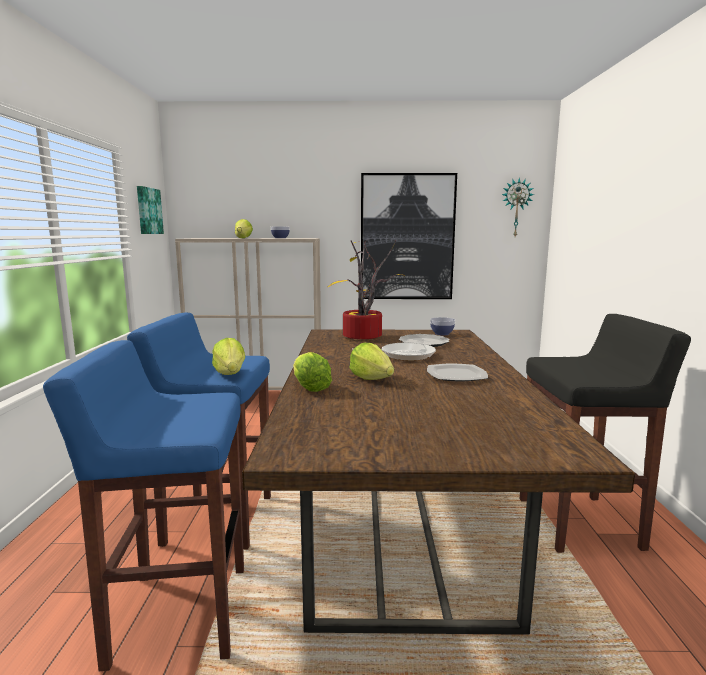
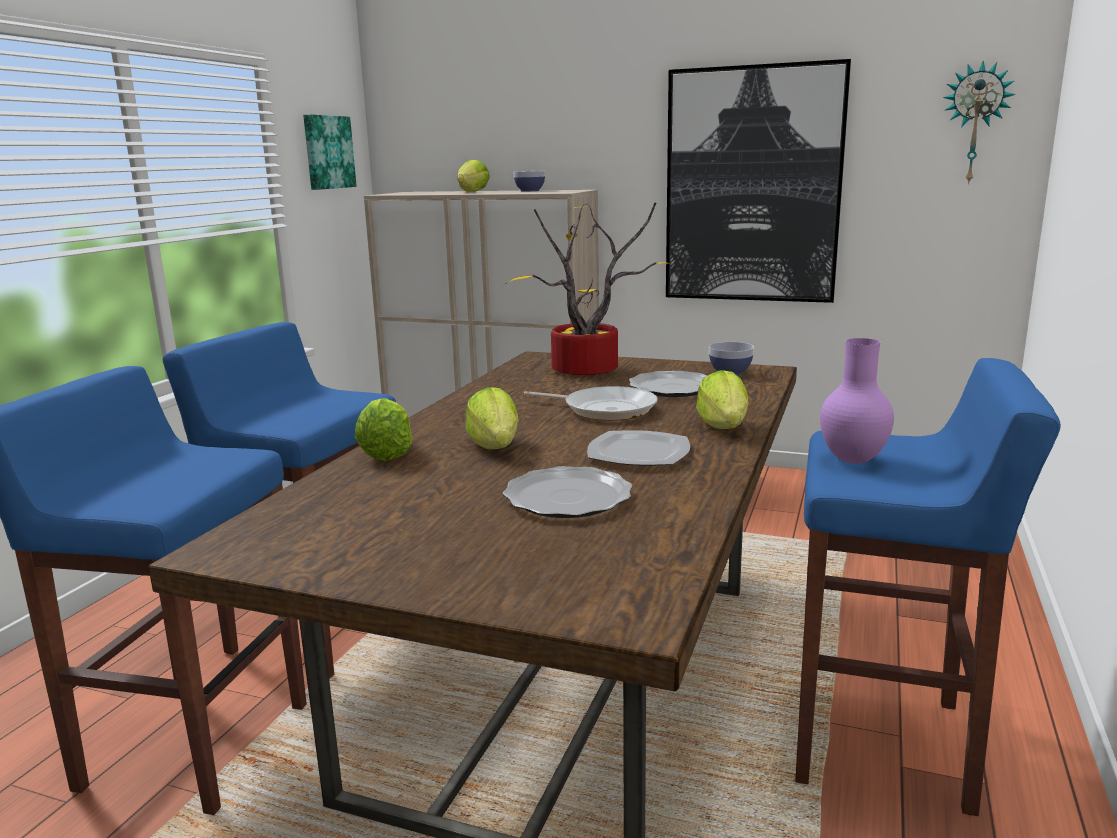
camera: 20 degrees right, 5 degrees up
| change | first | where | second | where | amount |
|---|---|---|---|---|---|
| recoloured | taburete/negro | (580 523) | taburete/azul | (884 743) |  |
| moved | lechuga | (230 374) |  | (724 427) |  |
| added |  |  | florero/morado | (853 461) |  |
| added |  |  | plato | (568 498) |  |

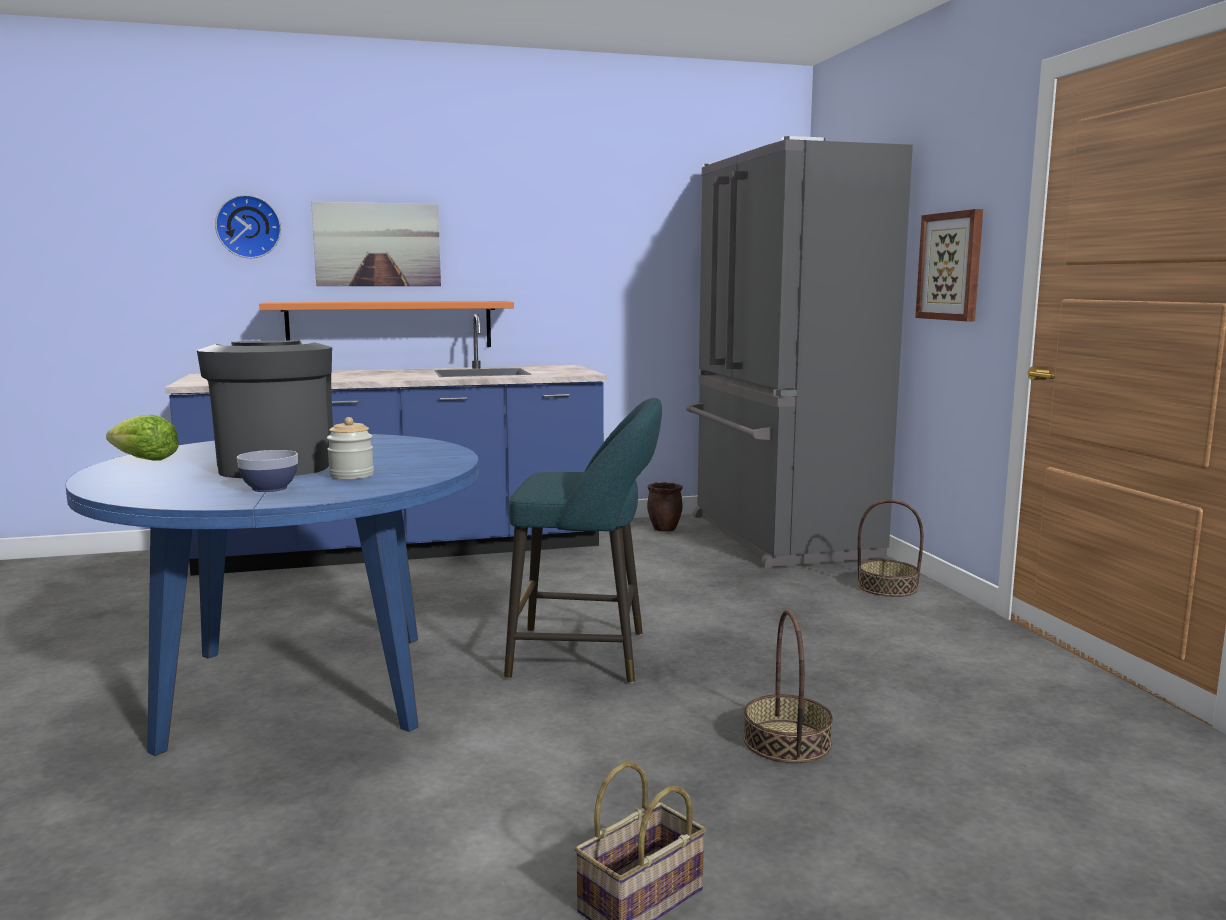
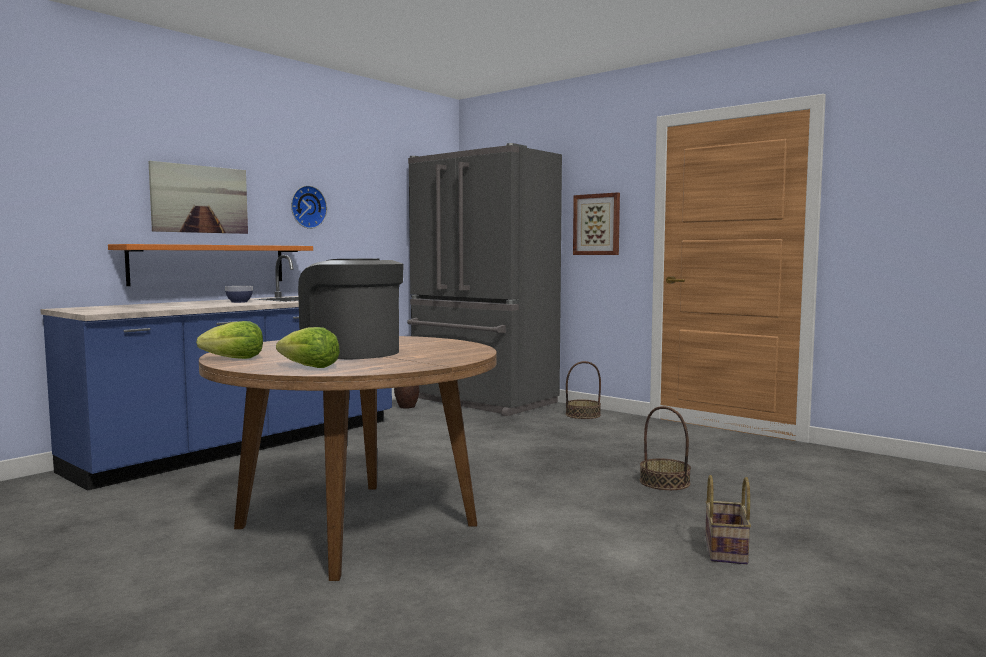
camera: 35 degrees left, 5 degrees down
| change | first | where | second | where | amount |
|---|---|---|---|---|---|
| moved | reloj de pared | (249 227) |  | (307 207) |  |
| removed | taburete/turquesa | (587 655) |  |  |  |
| removed | tarro | (351 475) |  |  |  |
| recoloured | mesa de comedor/azul | (300 688) | mesa de comedor/marrón | (356 526) |  |
| moved | cuenco | (269 488) |  | (239 302) |  |
| added |  |  | lechuga | (310 367) |  |

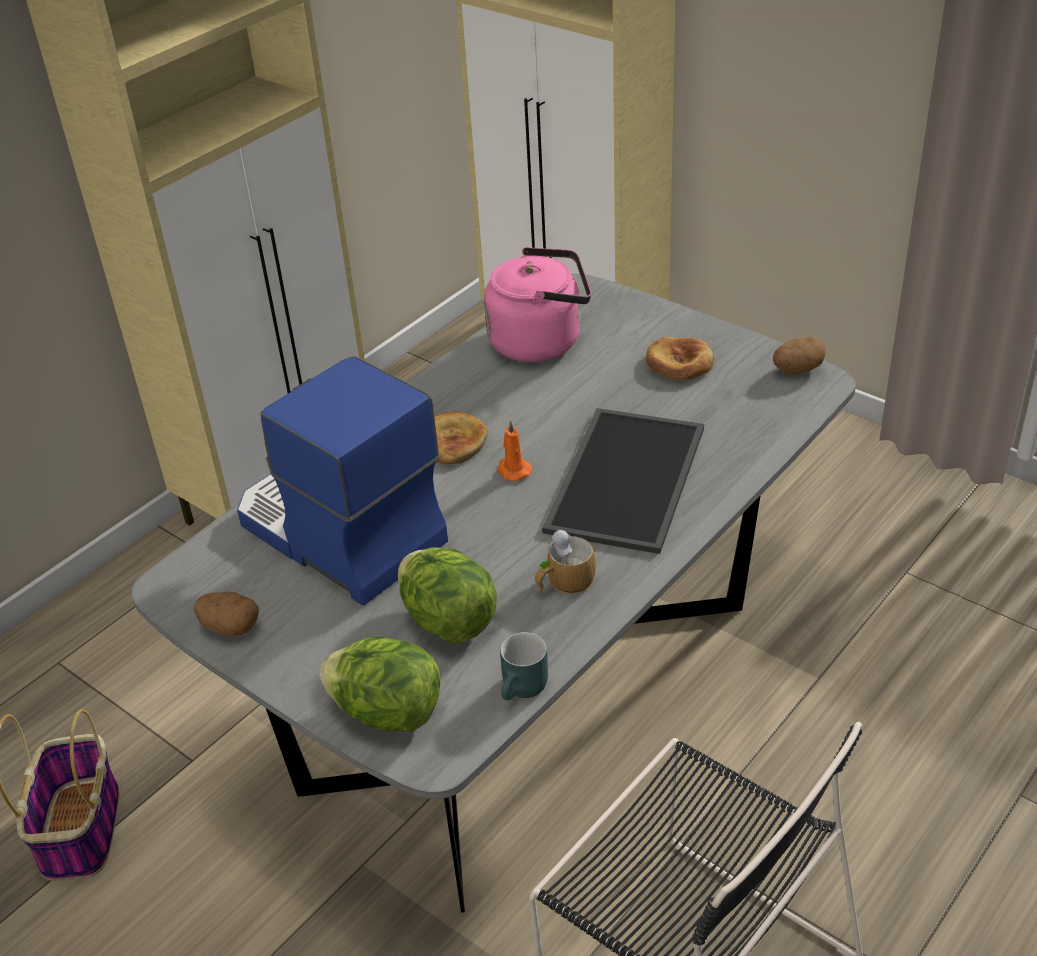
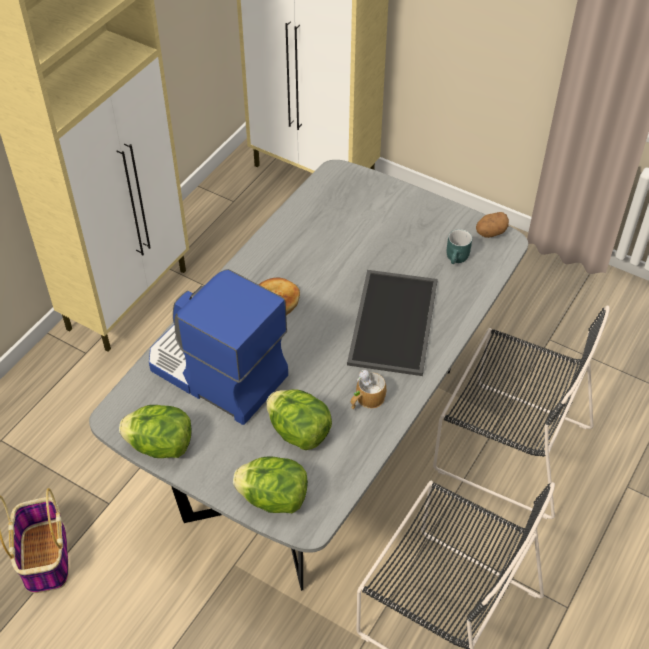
camera: 10 degrees left, 10 degrees up
| change | first | where | second | where | amount |
|---|---|---|---|---|---|
| removed | hervidor/rosa | (541 341) |  |  |  |
| removed | pan | (679 363) |  |  |  |
| removed | vela/naranja | (513 470) |  |  |  |
| replaced | patata | (230 627) | lechuga | (161 446) |  |
| moved | taza grande/turquesa | (525 690) |  | (458 259) |  |
| added |  |  | silla/negro | (508 446) |  |

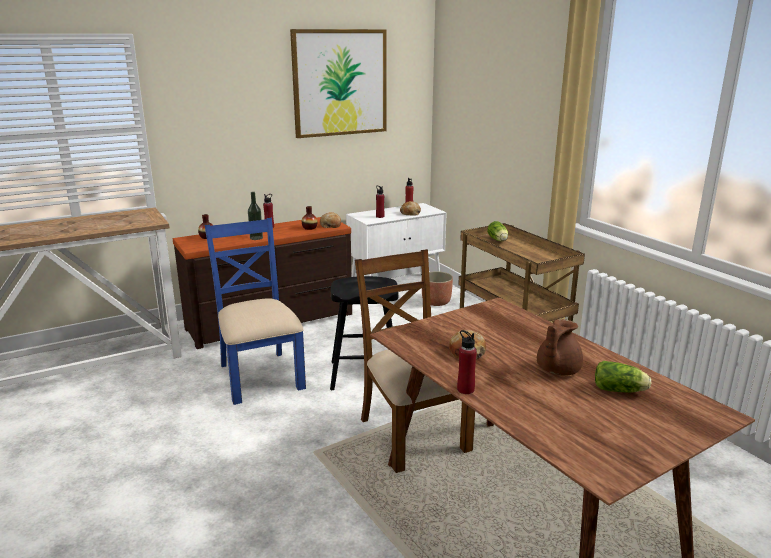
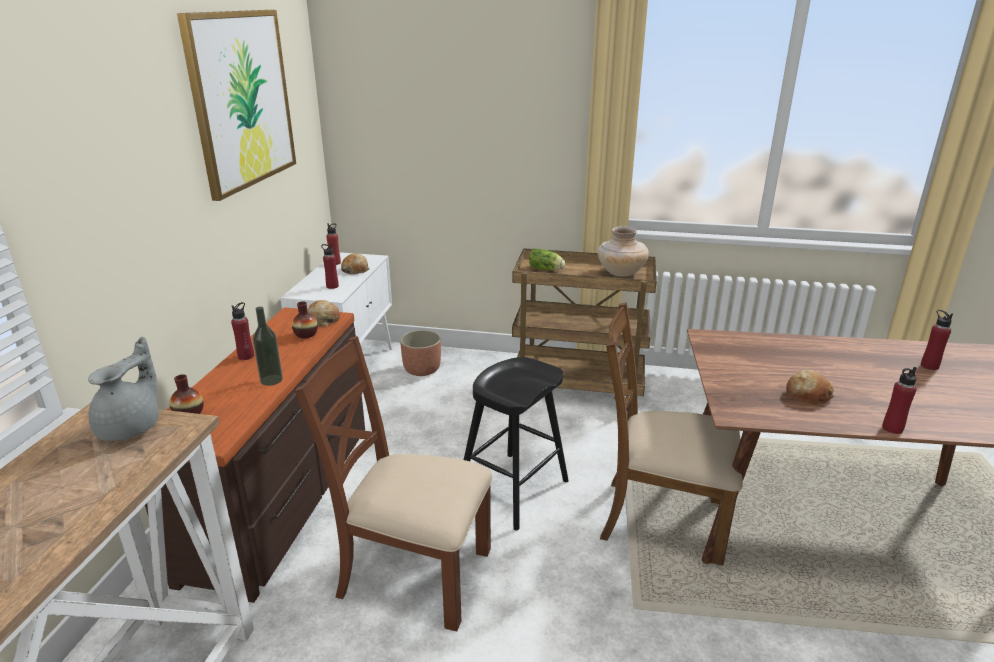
camera: 50 degrees left, 5 degrees up
| change | first | where | second | where | amount |
|---|---|---|---|---|---|
| recoloured | silla/azul | (260 376) | silla/marrón | (413 572) |  |
| removed | tetera/marrón | (556 369) |  |  |  |
| replaced | lechuga | (620 390) | botella/rojo | (929 366) |  |
| added |  |  | florero/beis | (621 273) |  |
| added |  |  | tetera/gris | (132 427) |  |

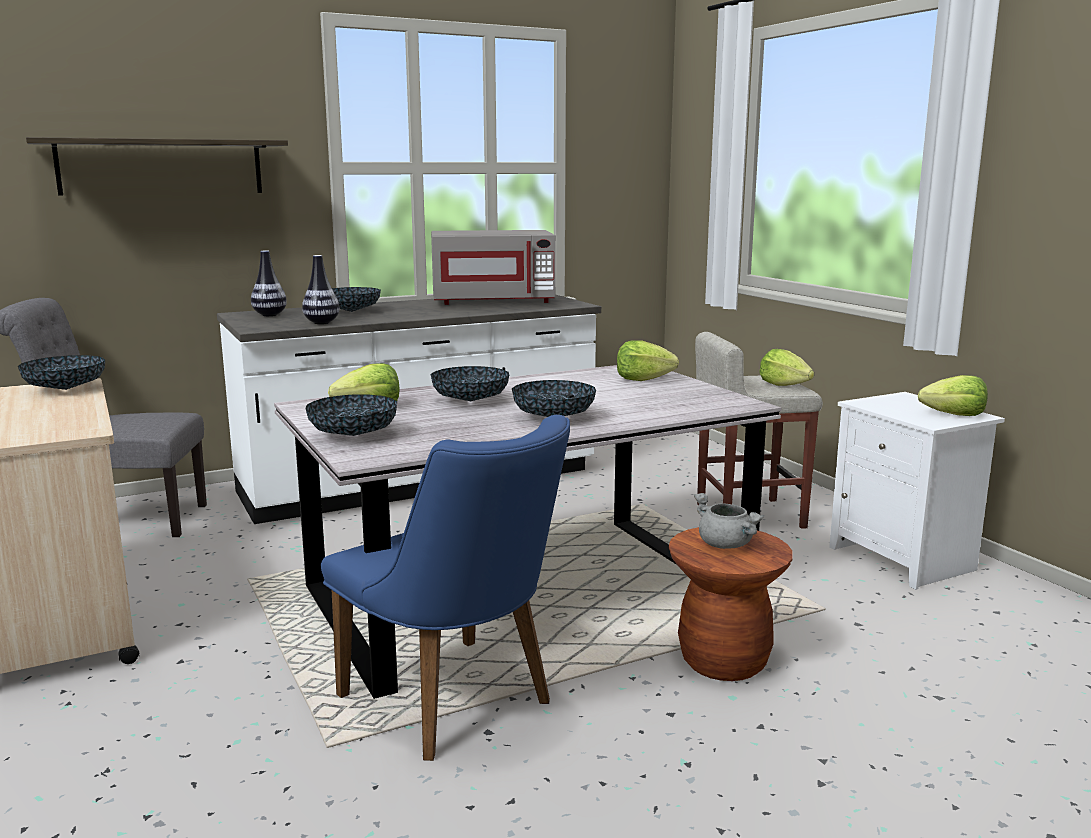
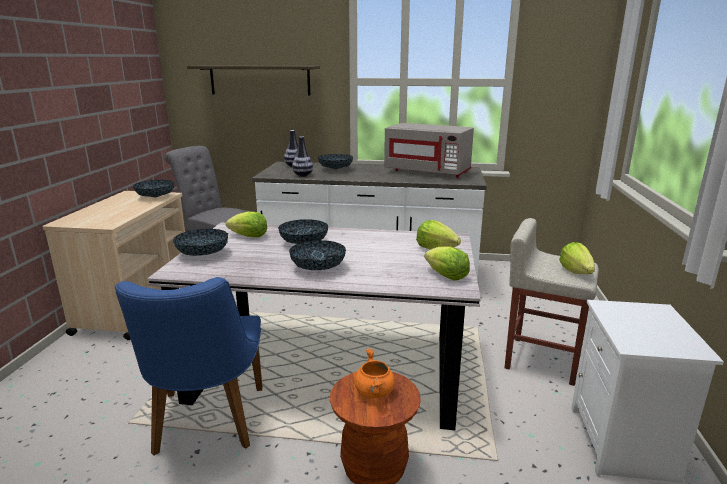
camera: 35 degrees right, 5 degrees up
| change | first | where | second | where | amount |
|---|---|---|---|---|---|
| moved | lechuga | (954 415) |  | (446 276) |  |
| recoloured | olla/gris | (726 545) | olla/naranja | (375 392) |  |

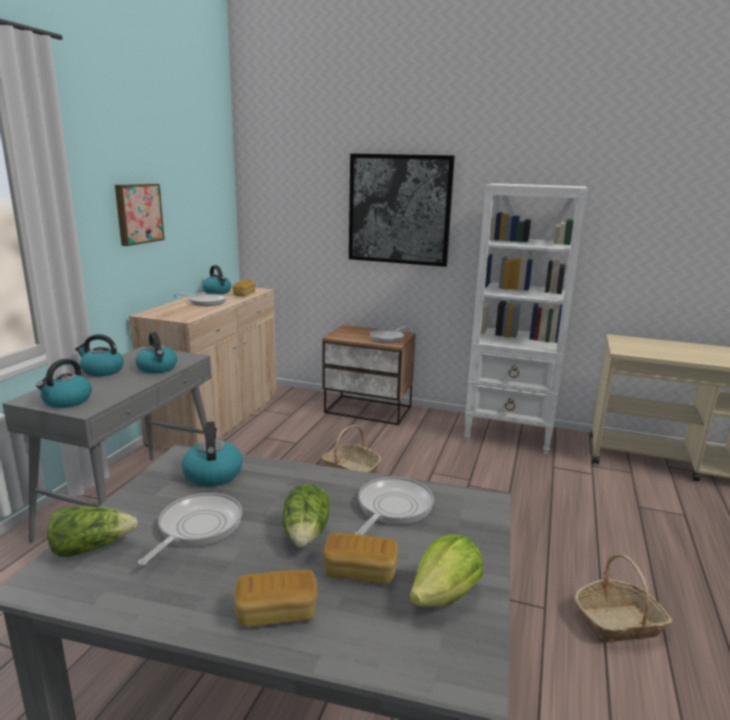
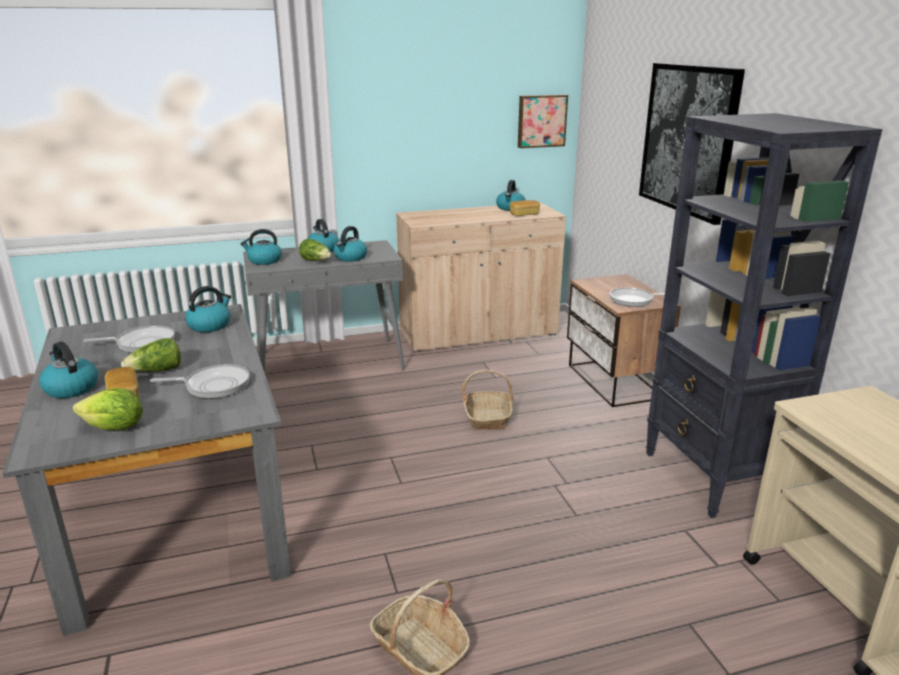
camera: 55 degrees right, 5 degrees up
| change | first | where | second | where | amount |
|---|---|---|---|---|---|
| recoloured | estantería/blanco | (509 434) | estantería/negro | (714 477) |  |
| moved | cuadro | (138 213) |  | (541 121) |  |
| removed | sartén | (205 302) |  |  |  |
| moved | lechuga | (91 547) |  | (316 261) |  |
| replaced | pan | (276 613) | hervidor | (71 388) |  |

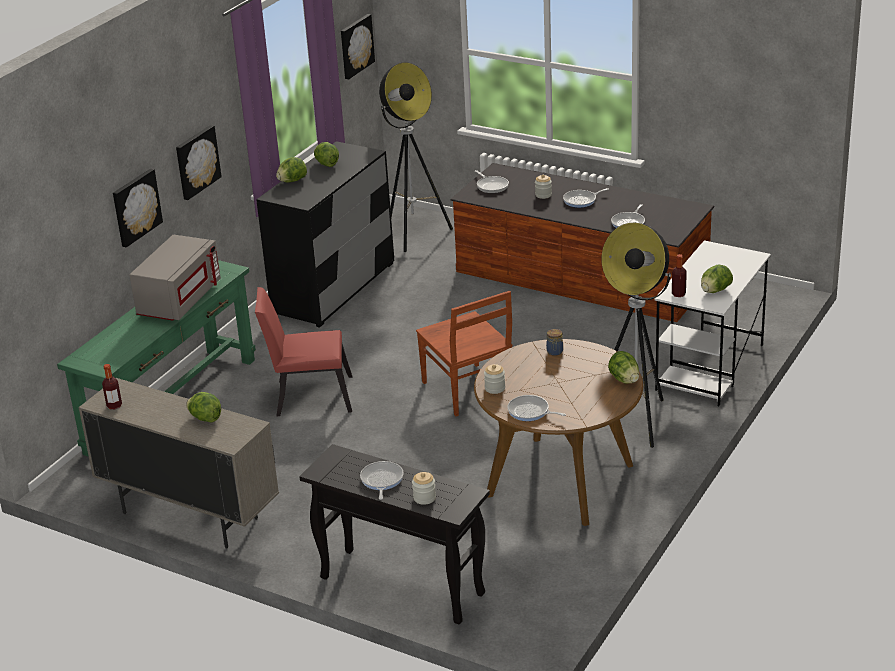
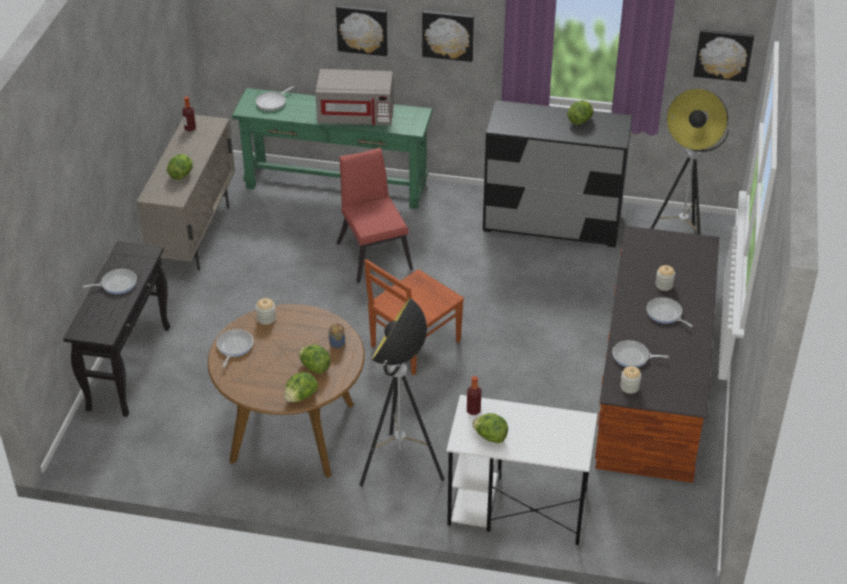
camera: 70 degrees right, 10 degrees up
| change | first | where | second | where | amount |
|---|---|---|---|---|---|
| moved | lechuga | (292 181) |  | (314 367) |  |
| moved | sartén | (491 186) |  | (272 102) |  |
| moved | tarro | (424 498) |  | (629 387) |  |

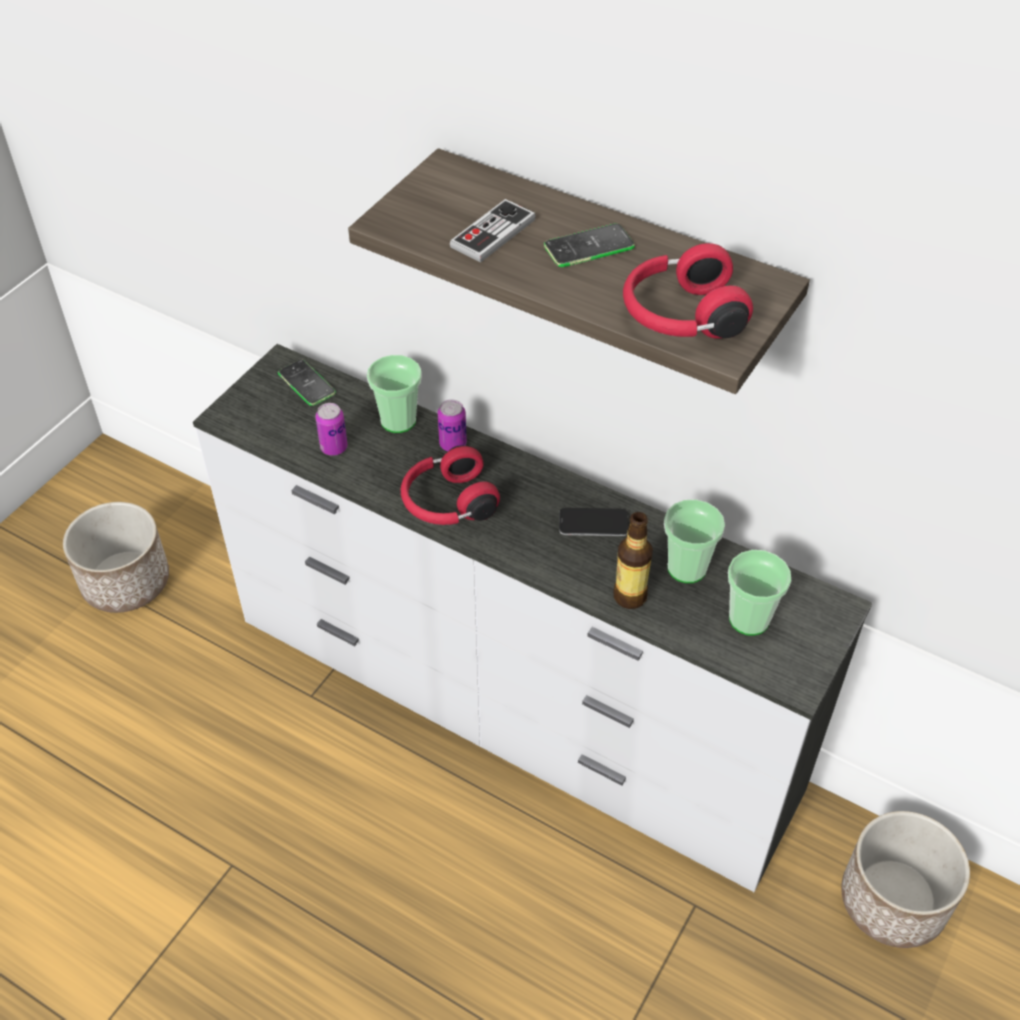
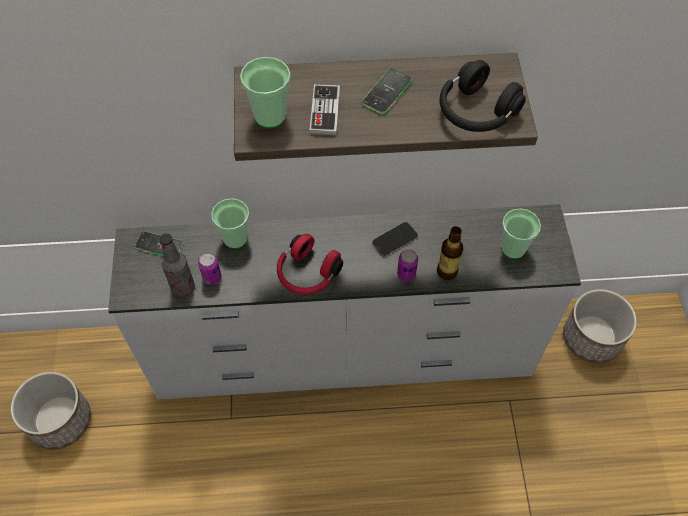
camera: 35 degrees left, 10 degrees up
| change | first | where | second | where | amount |
|---|---|---|---|---|---|
| recoloured | auriculares/rojo | (680 316) | auriculares/negro | (475 112) |  |
| moved | lata | (453 444) |  | (406 274) |  |
| moved | taza | (687 568) |  | (270 116) |  |
| added |  |  | botella | (183 288) |  |

